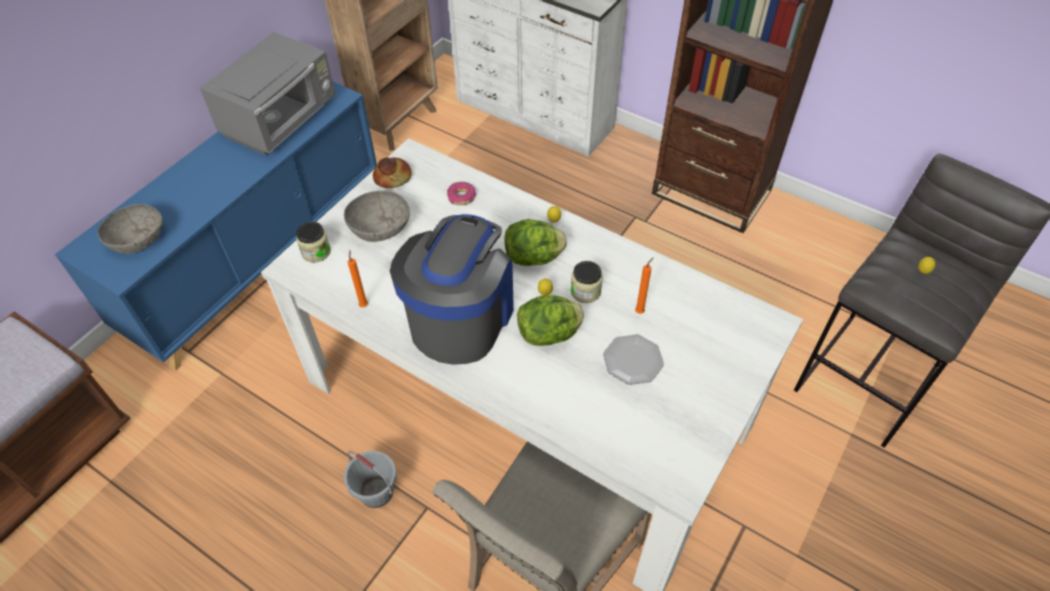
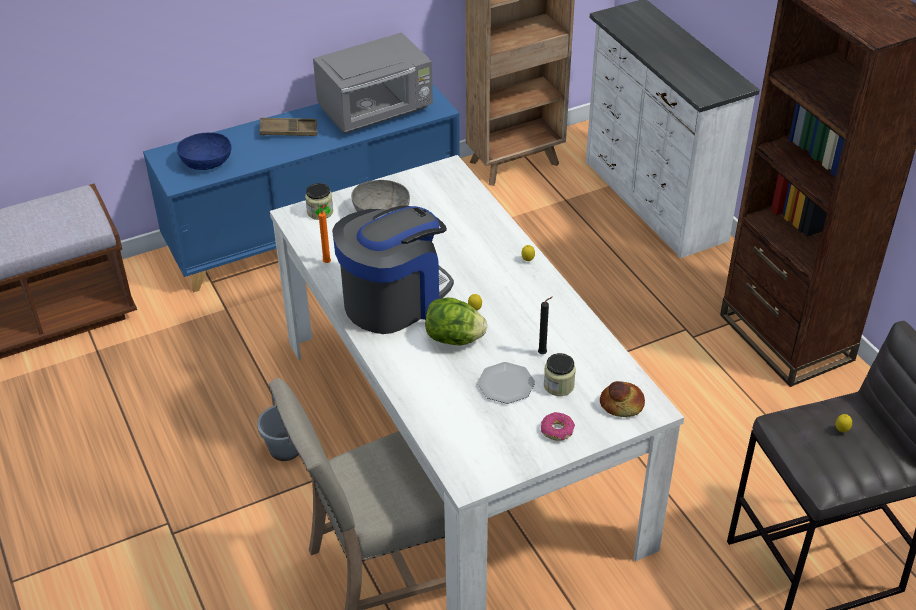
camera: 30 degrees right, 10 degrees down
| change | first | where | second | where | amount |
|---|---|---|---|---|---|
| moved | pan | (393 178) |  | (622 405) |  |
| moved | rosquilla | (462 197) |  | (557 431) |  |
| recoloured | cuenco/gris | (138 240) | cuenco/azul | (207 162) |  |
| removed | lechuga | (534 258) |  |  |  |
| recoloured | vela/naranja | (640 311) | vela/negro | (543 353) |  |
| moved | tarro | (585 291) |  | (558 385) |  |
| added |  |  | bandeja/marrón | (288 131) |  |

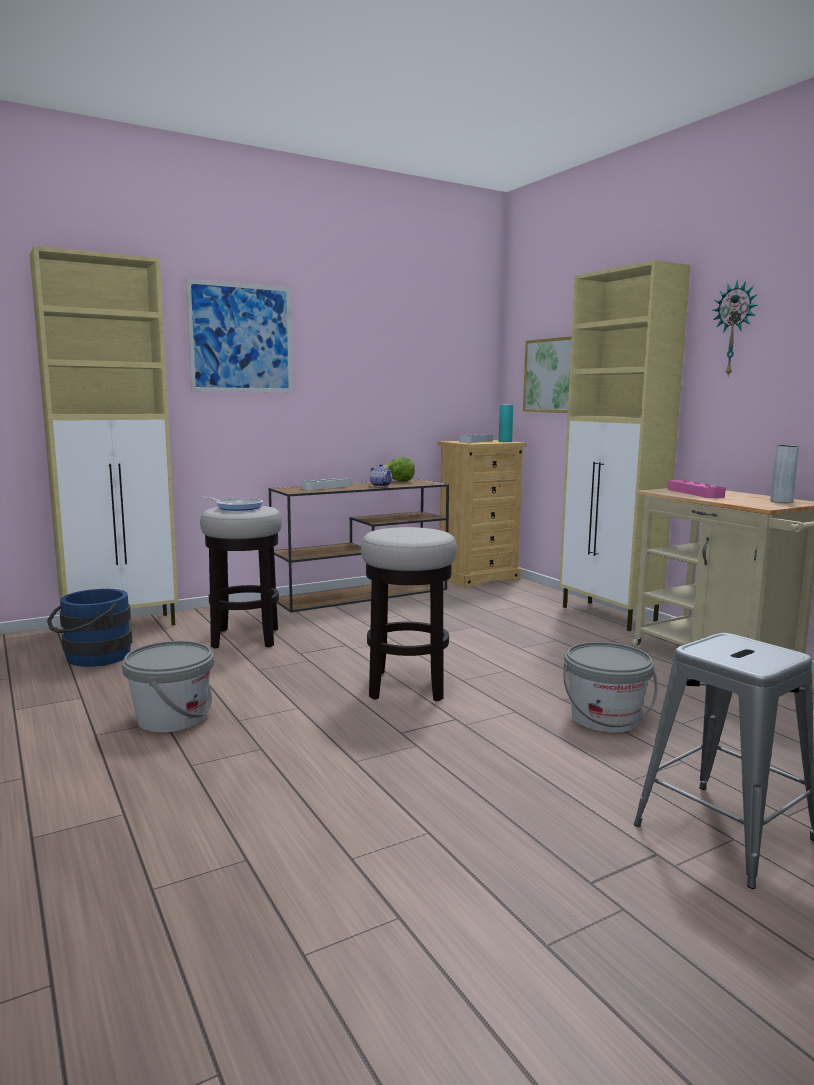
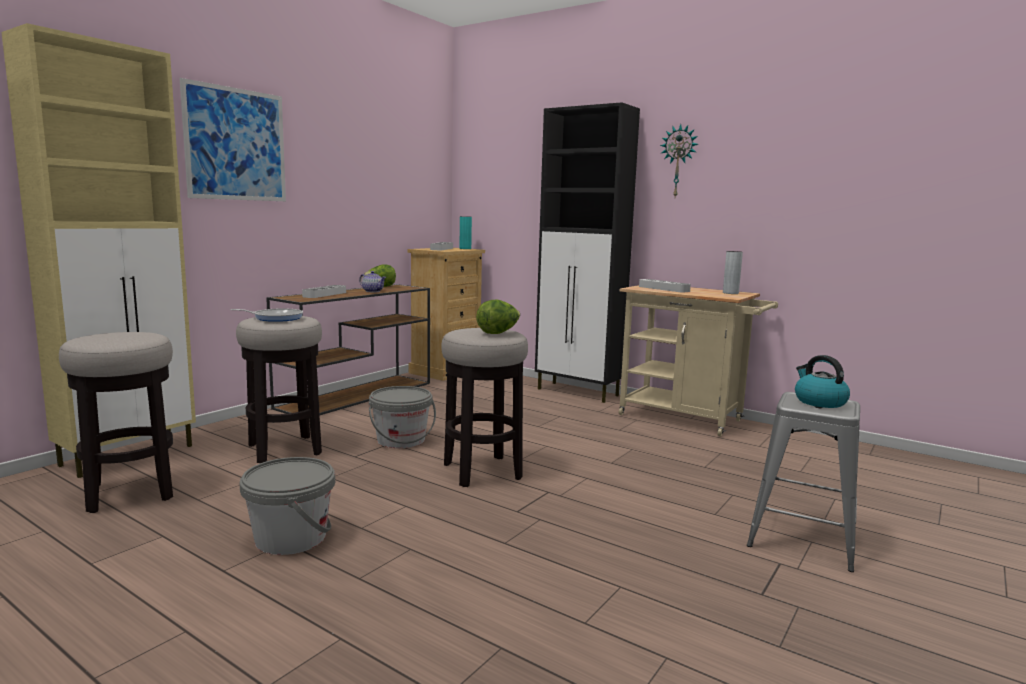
camera: 25 degrees left, 0 degrees up
| change | first | where | second | where | amount |
|---|---|---|---|---|---|
| recoloured | armario/beis | (609 616) | armario/negro | (578 392) |  |
| removed | cuadro | (551 375) |  |  |  |
| recoloured | bandeja/rosa | (695 493) | bandeja/gris | (663 289) |  |
| replaced | cubo/azul | (92 658) | taburete | (130 493) |  |
| moved | cubo/gris | (605 718) |  | (401 440) |  |
| added |  |  | lechuga | (498 333) |  |
| added |  |  | hervidor | (819 402) |  |

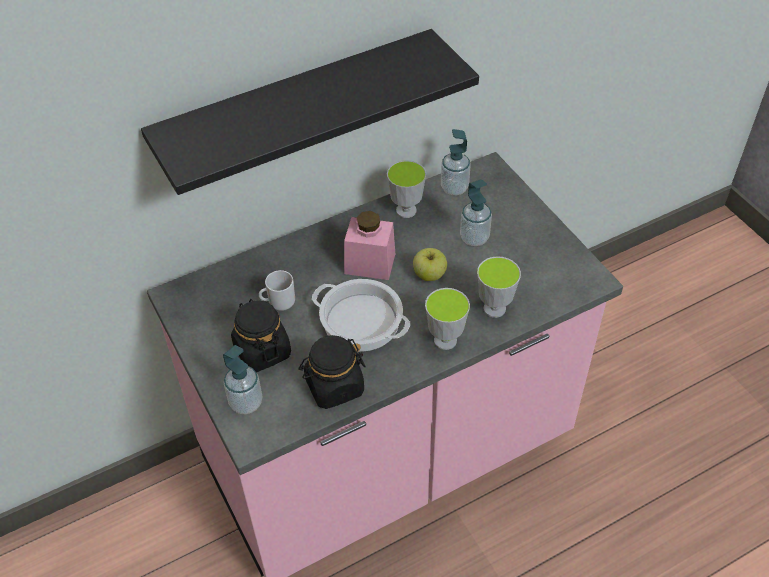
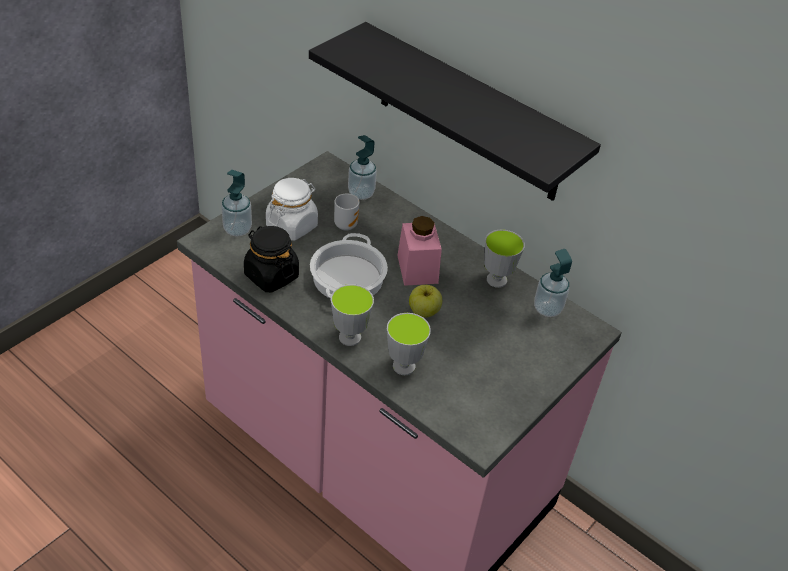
camera: 65 degrees right, 5 degrees down
| change | first | where | second | where | amount |
|---|---|---|---|---|---|
| moved | dispensador de jabón | (474 238) |  | (361 193) |  |
| recoloured | tarro/negro | (262 351) | tarro/blanco | (292 226) |  |

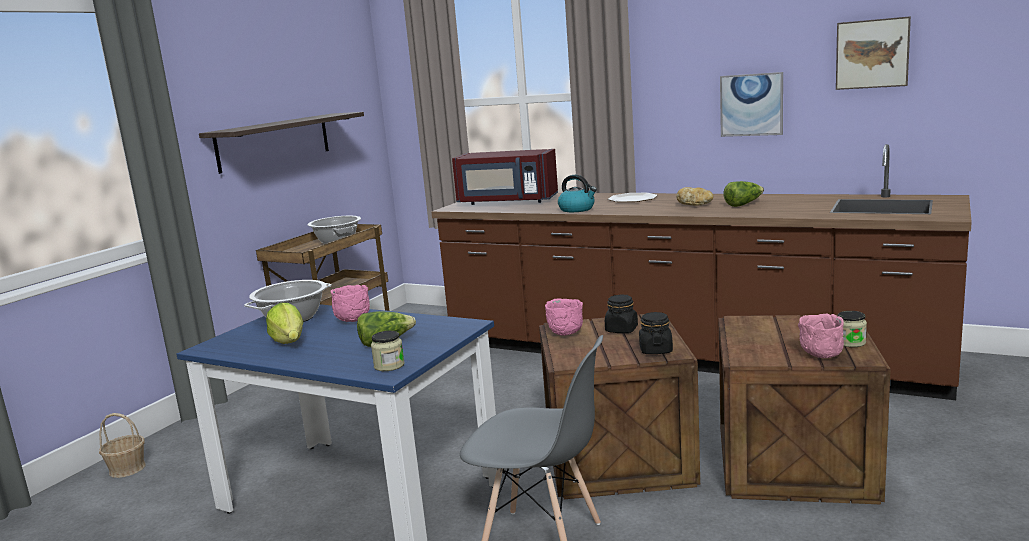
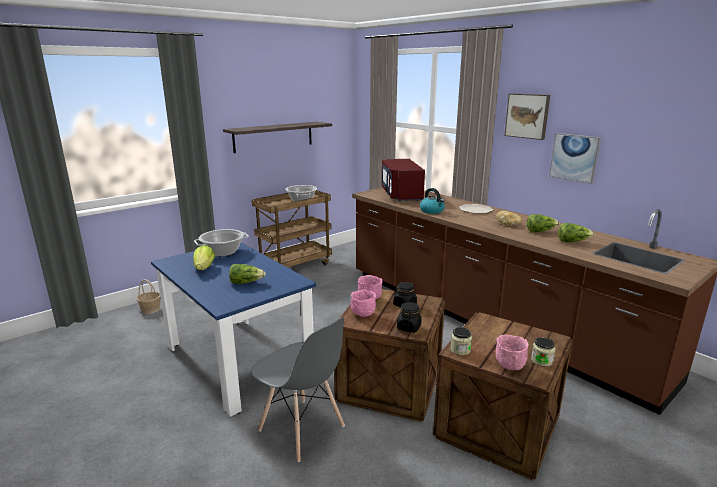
camera: 20 degrees right, 5 degrees up
| change | first | where | second | where | amount |
|---|---|---|---|---|---|
| moved | cuadro | (872 53) |  | (527 116) |  |
| turned | microondas/rojo | (506 201) |  | (401 195) | 45 degrees clockwise |
| moved | cuenco/rosa | (352 321) |  | (362 315) |  |
| moved | tarro | (389 365) |  | (460 350) |  |
| added |  |  | lechuga | (572 241) |  |

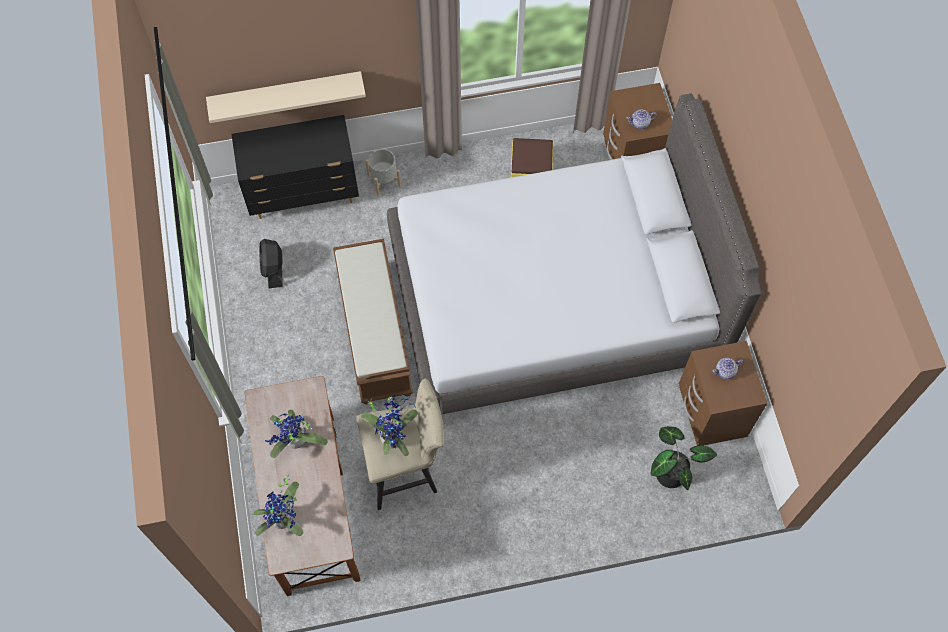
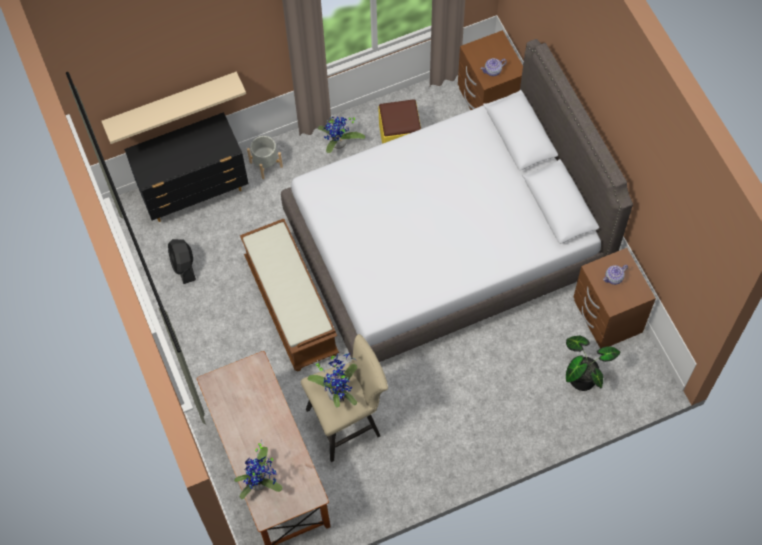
camera: 10 degrees left, 0 degrees up
| change | first | where | second | where | amount |
|---|---|---|---|---|---|
| moved | planta en maceta | (295 442) |  | (338 144) |  |

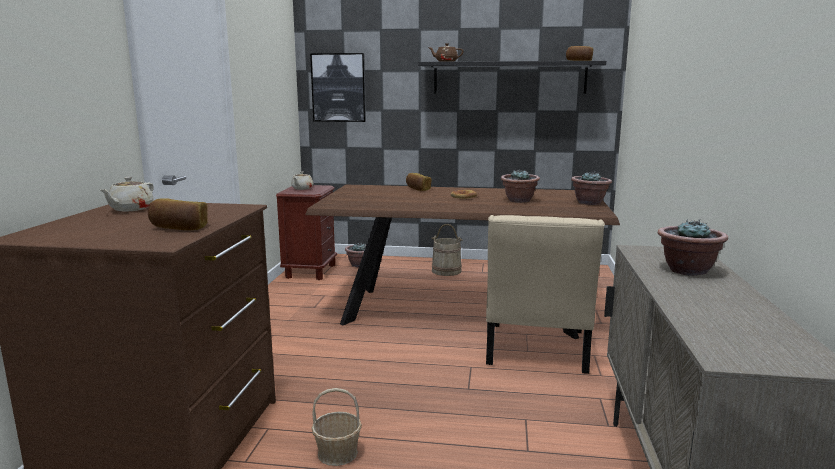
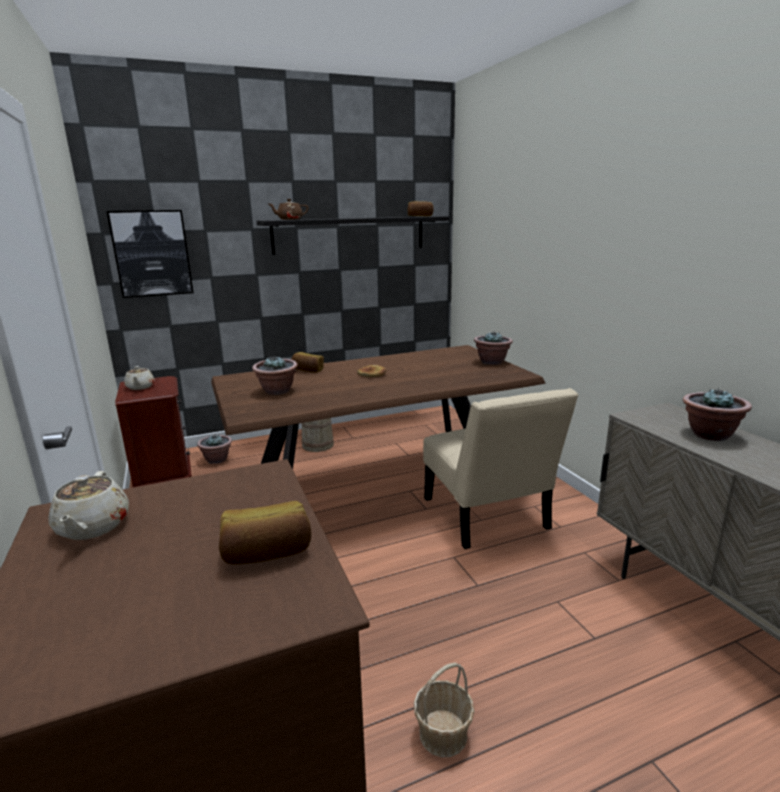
camera: 30 degrees left, 5 degrees up
| change | first | where | second | where | amount |
|---|---|---|---|---|---|
| moved | planta en maceta | (519 200) |  | (277 391) |  |

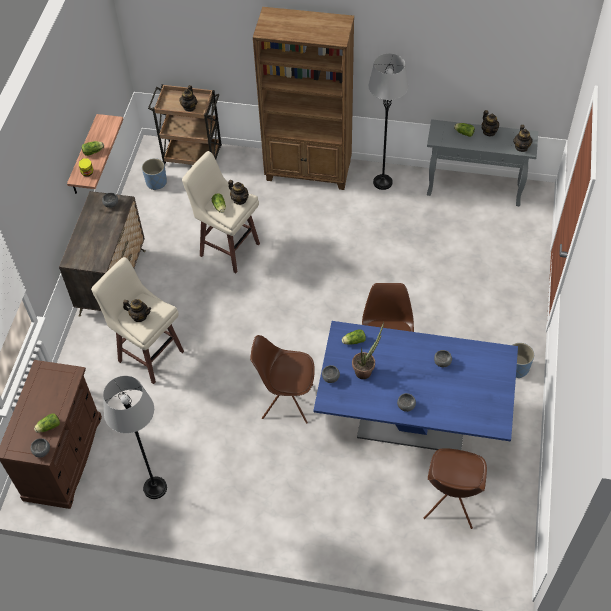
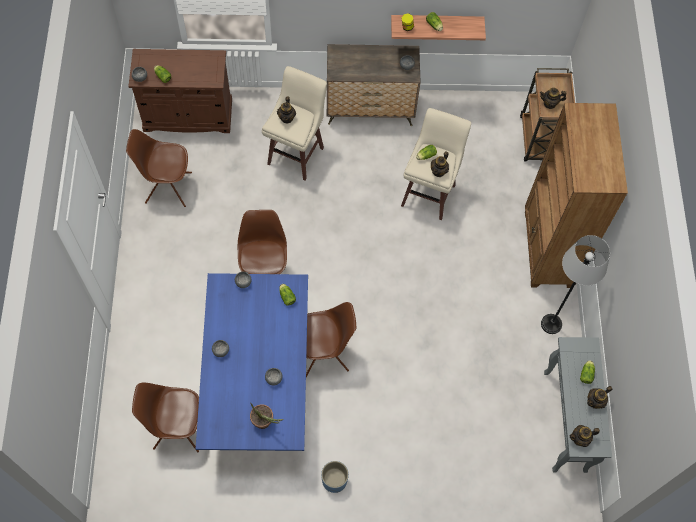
camera: 75 degrees right, 10 degrees up
| change | first | where | second | where | amount |
|---|---|---|---|---|---|
| removed | maceta/azul | (156 182) |  |  |  |
| moved | planta en maceta | (365 370) |  | (265 423) |  |
| replaced | lámpara de pie/gris | (155 488) | silla/marrón | (167 187) |  |

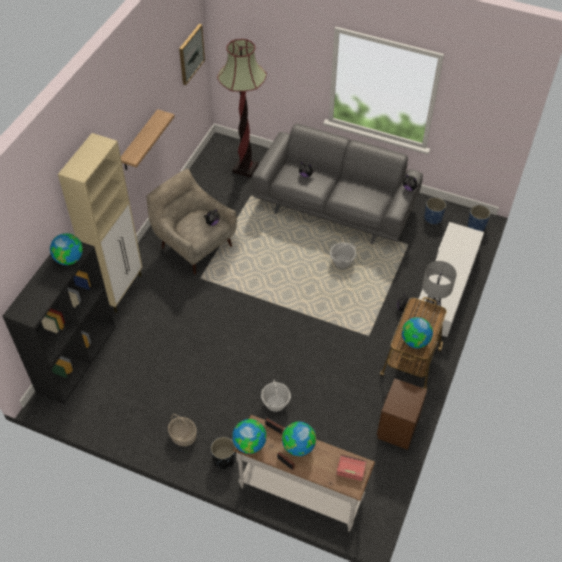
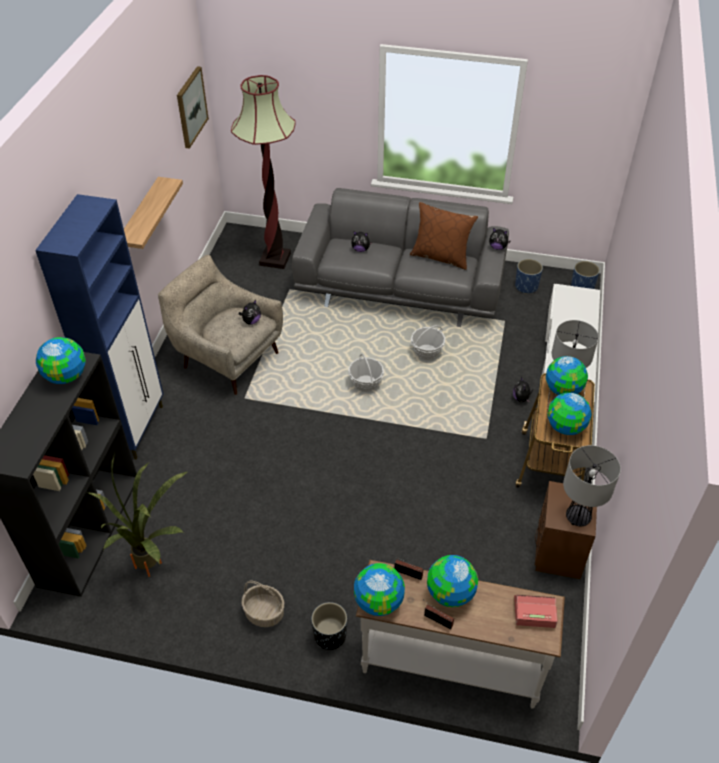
camera: 10 degrees left, 5 degrees down
| change | first | where | second | where | amount |
|---|---|---|---|---|---|
| recoloured | armario/beis | (120 290) | armario/azul | (136 429) |  |
| moved | cesta | (275 403) |  | (365 383) |  |
| added |  |  | cojín/marrón | (441 257) |  |
| added |  |  | globo terráqueo | (563 390) |  |
| added |  |  | lámpara de mesa | (578 518) |  |
| added |  |  | planta en maceta | (152 570) |  |

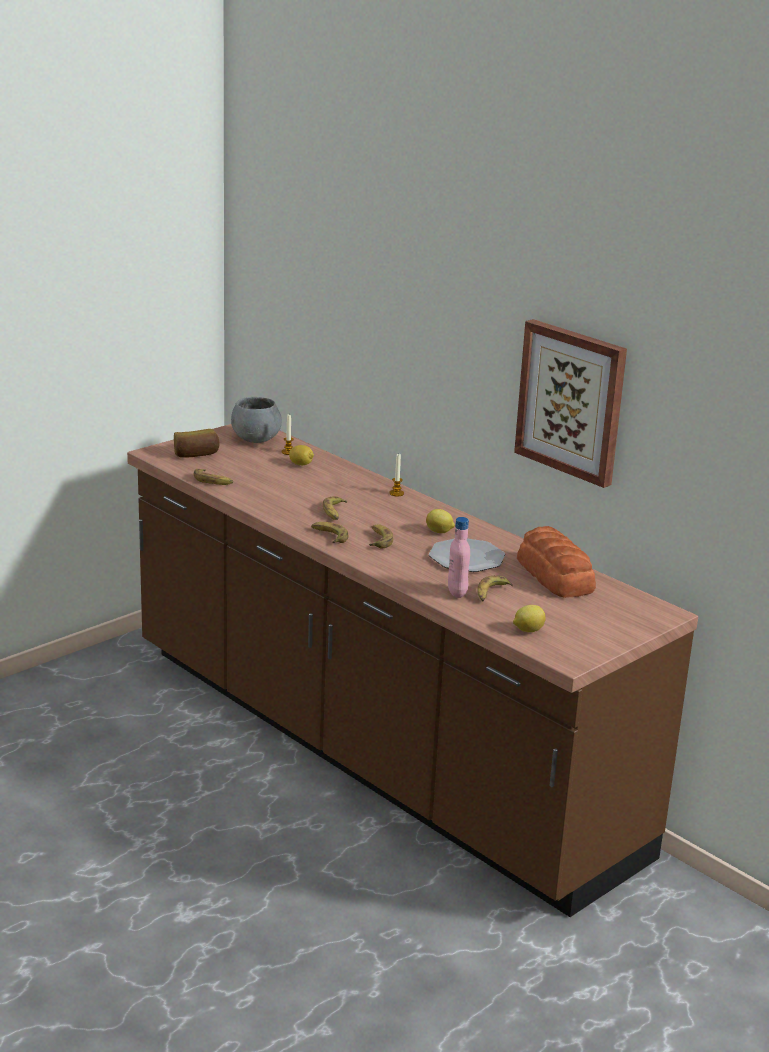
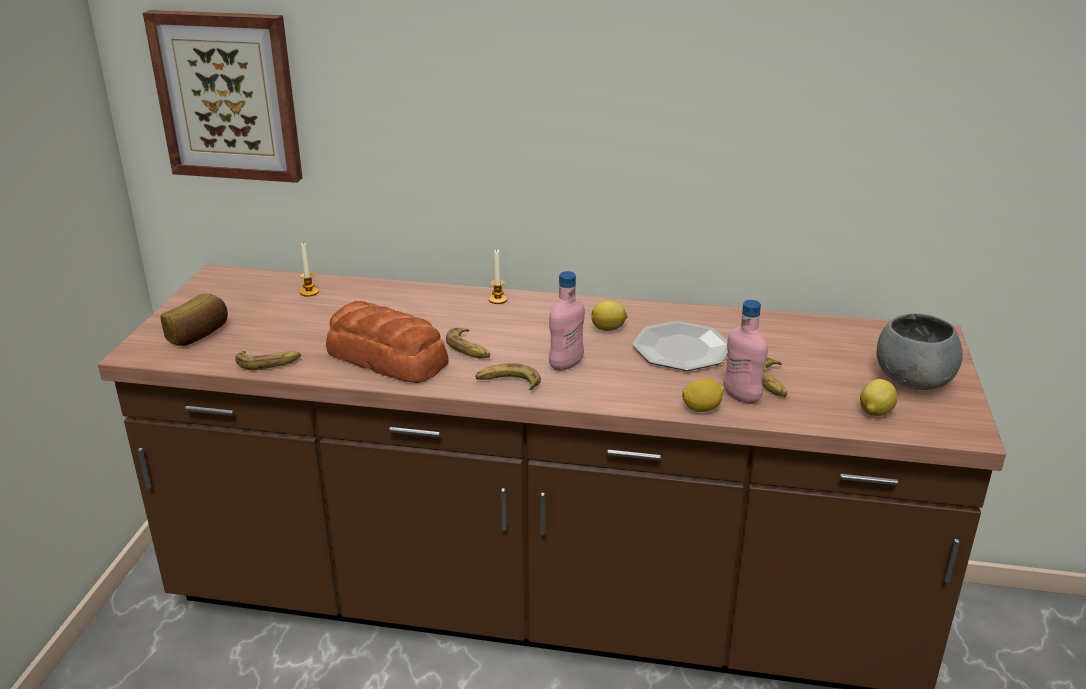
camera: 35 degrees left, 5 degrees up
| change | first | where | second | where | amount |
|---|---|---|---|---|---|
| moved | cuadro | (572 401) |  | (228 96) |  |
| moved | cuenco/gris | (256 439) |  | (912 380) |  |
| moved | limón | (301 464) |  | (702 408) |  |
| replaced | plátano | (378 540) | botella/rosa | (566 365) |  |
| moved | pan | (555 576) |  | (388 358) |  |

